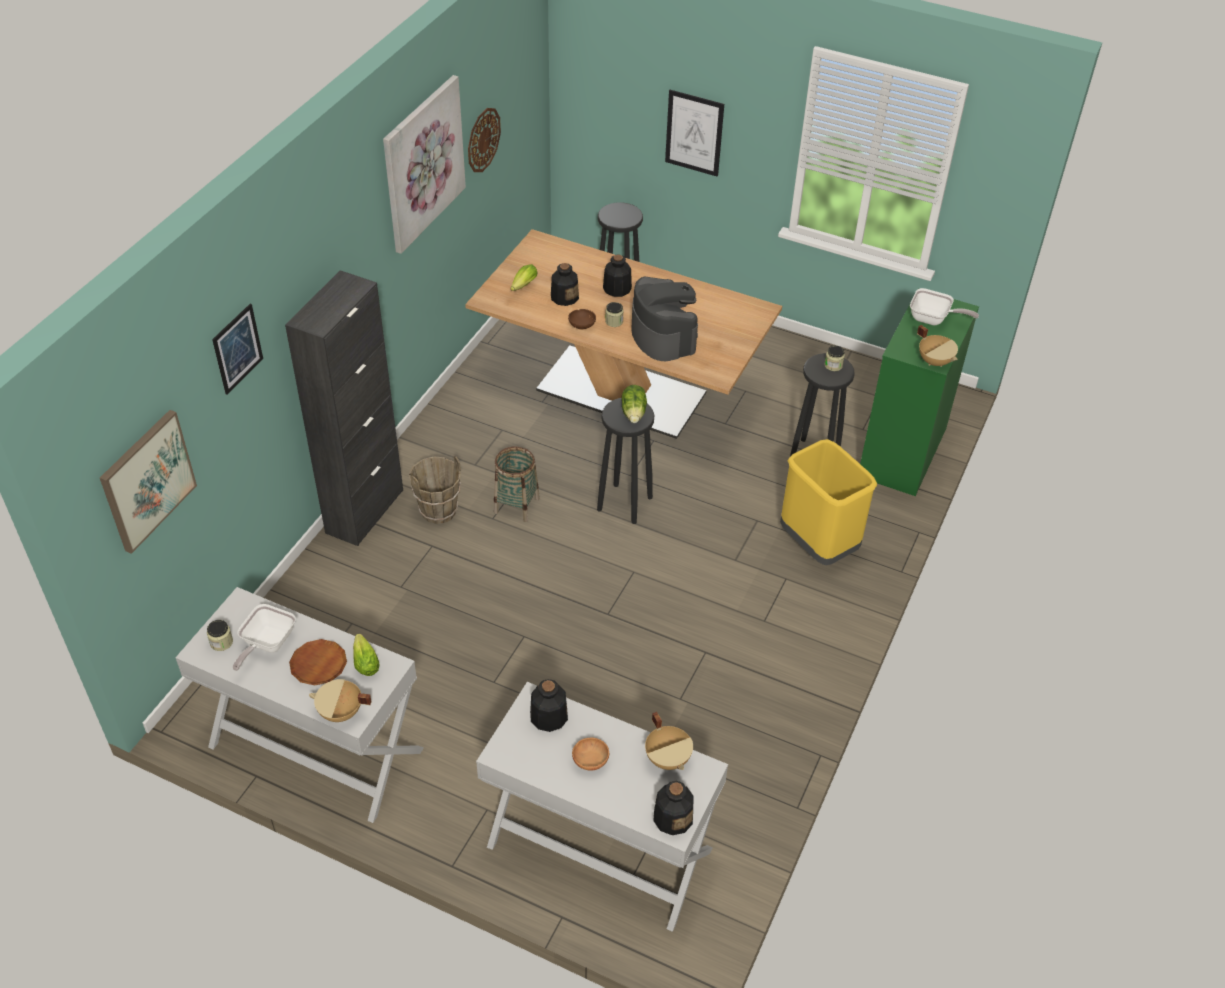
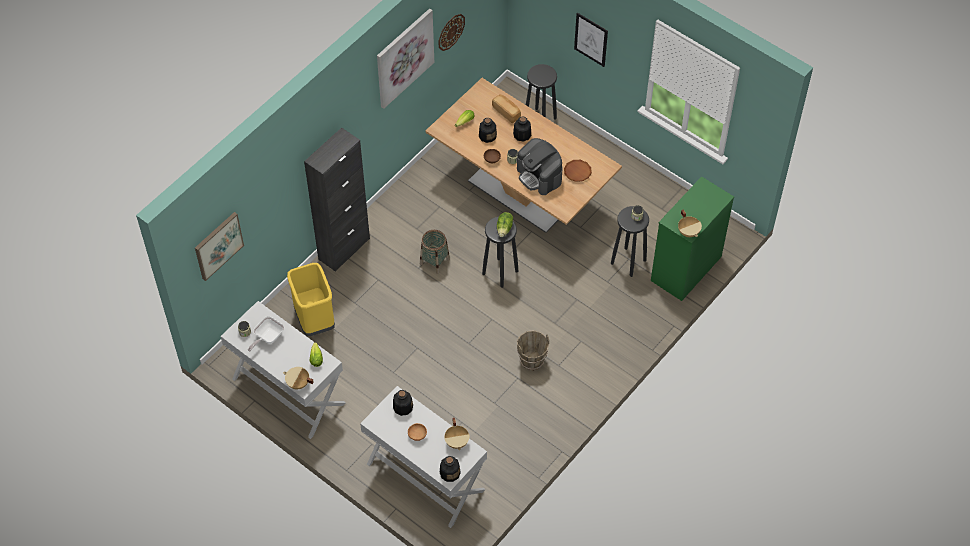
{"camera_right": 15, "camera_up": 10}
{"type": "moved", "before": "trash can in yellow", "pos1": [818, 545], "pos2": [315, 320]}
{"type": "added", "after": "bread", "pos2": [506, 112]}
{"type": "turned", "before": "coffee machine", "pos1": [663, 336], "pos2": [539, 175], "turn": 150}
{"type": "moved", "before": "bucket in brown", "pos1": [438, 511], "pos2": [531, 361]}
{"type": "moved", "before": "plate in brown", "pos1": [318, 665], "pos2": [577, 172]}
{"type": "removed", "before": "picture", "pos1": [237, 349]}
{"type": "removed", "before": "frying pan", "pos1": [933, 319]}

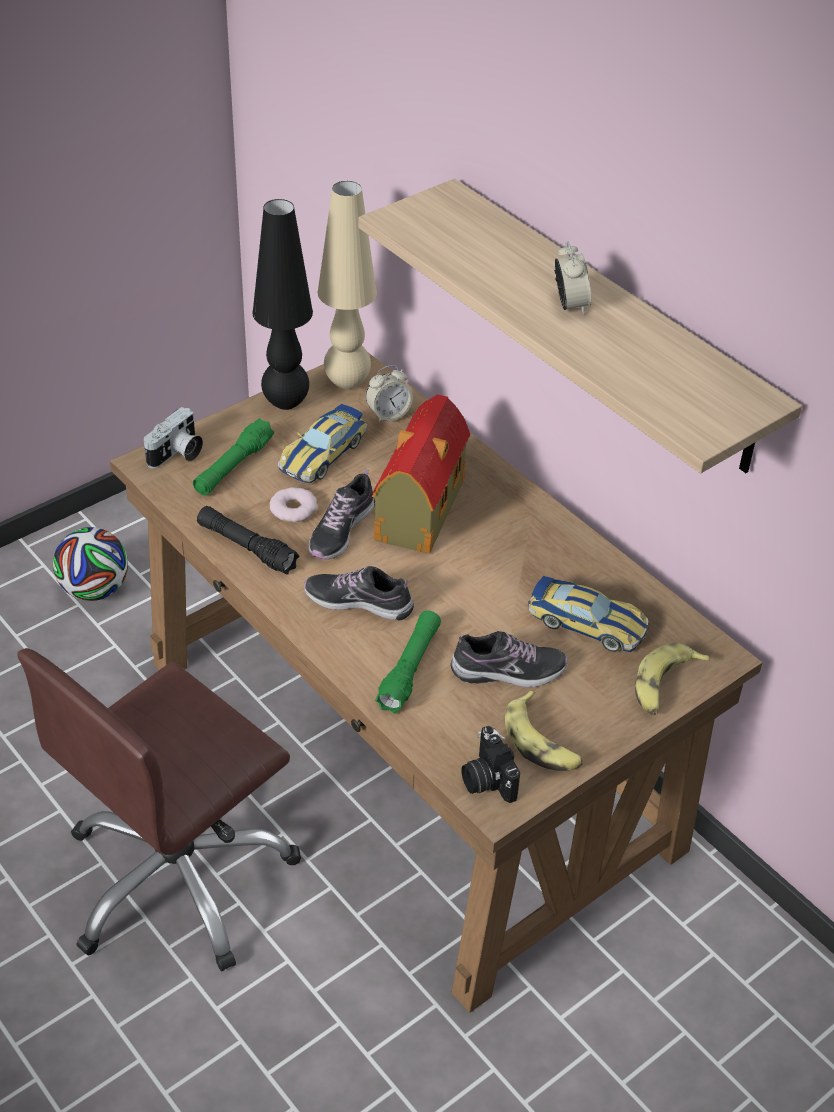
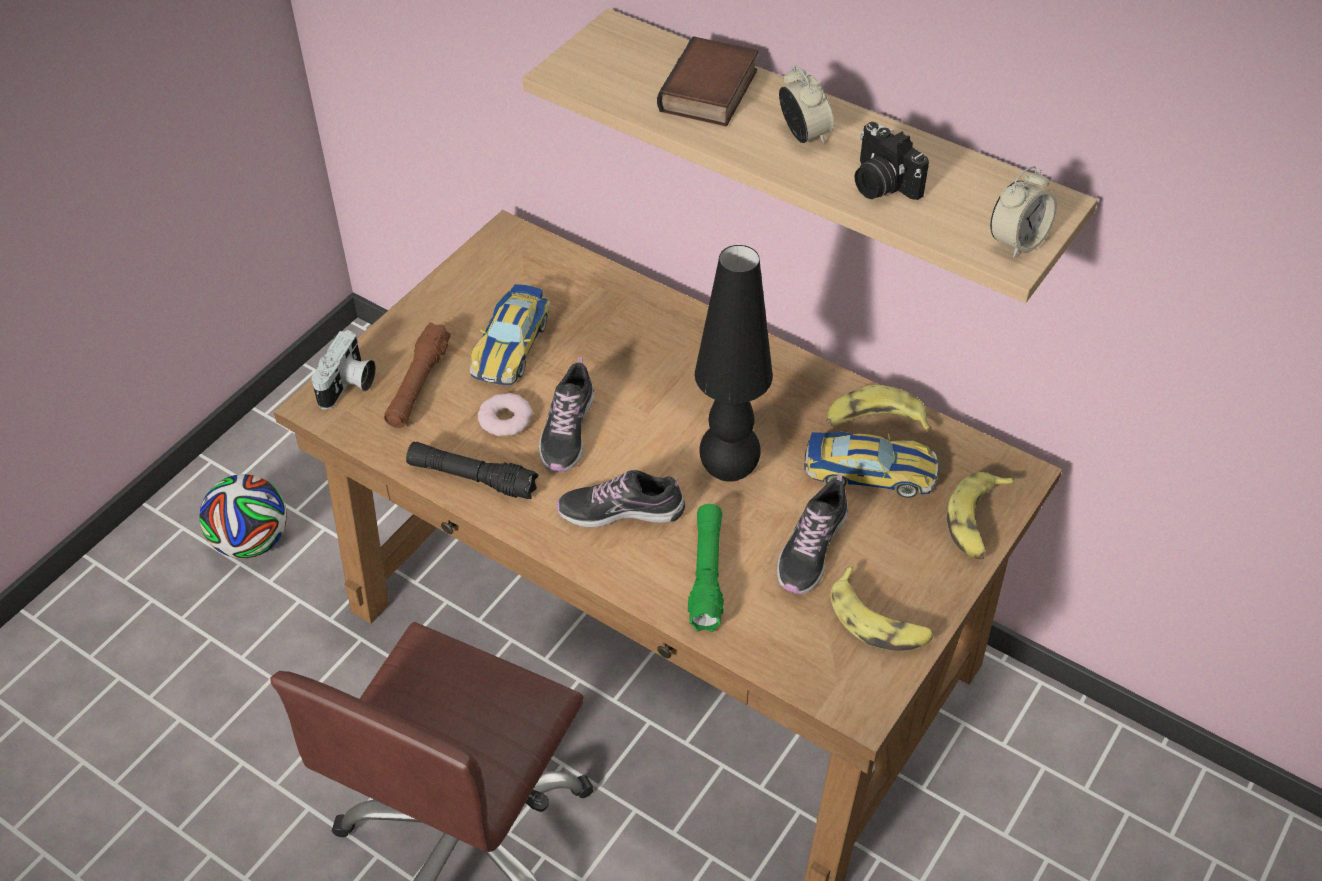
{"camera_right": -15, "camera_up": 5}
{"type": "recoloured", "before": "flashlight in green", "after": "flashlight in brown", "pos1": [233, 467], "pos2": [418, 385]}
{"type": "added", "after": "book", "pos2": [711, 92]}
{"type": "moved", "before": "table lamp in black", "pos1": [286, 403], "pos2": [729, 471]}
{"type": "turned", "before": "shoe", "pos1": [508, 671], "pos2": [811, 549], "turn": 135}
{"type": "added", "after": "banana", "pos2": [874, 421]}
{"type": "moved", "before": "photo camera", "pos1": [486, 779], "pos2": [881, 184]}
{"type": "moved", "before": "alarm clock", "pos1": [388, 414], "pos2": [1017, 241]}
{"type": "removed", "before": "table lamp in beige", "pos1": [347, 382]}
{"type": "removed", "before": "toy house", "pos1": [418, 512]}

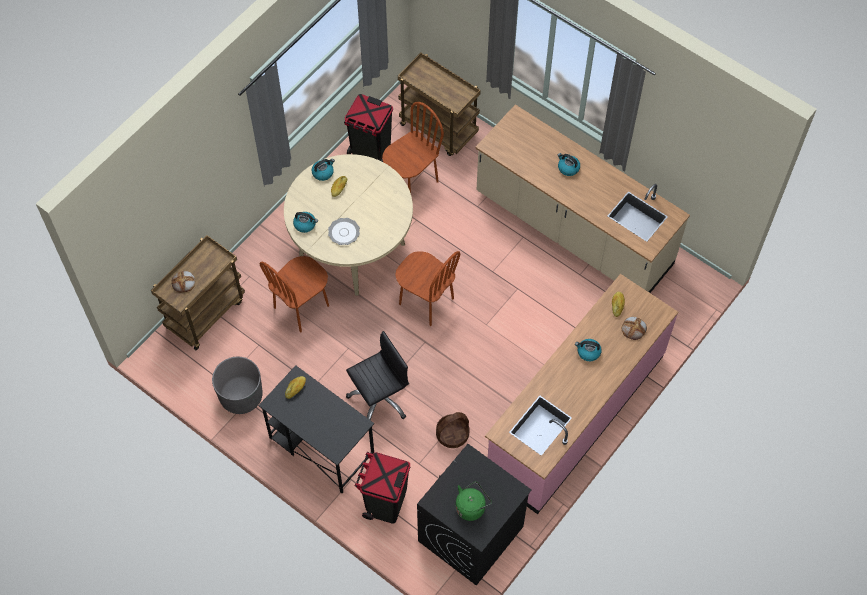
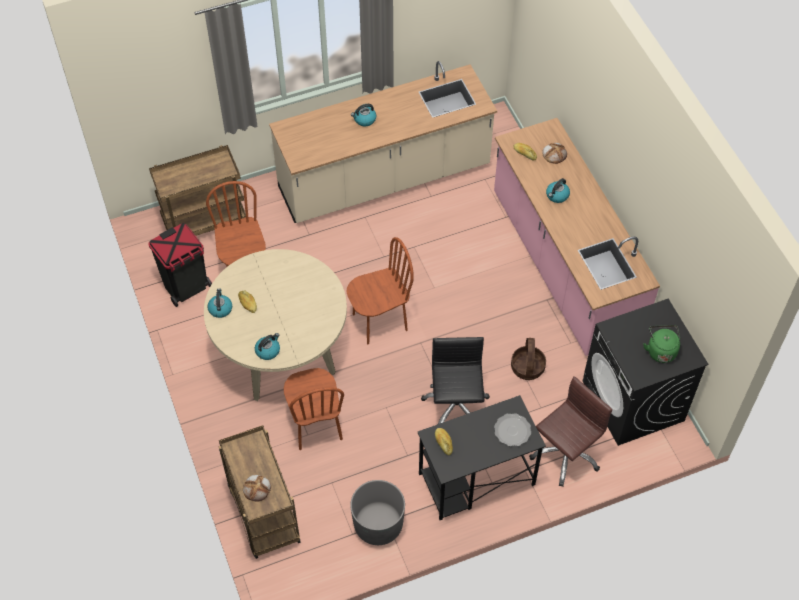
{"camera_right": -60, "camera_up": -5}
{"type": "moved", "before": "plate", "pos1": [343, 232], "pos2": [512, 431]}
{"type": "replaced", "before": "trash can in black", "after": "office chair in brown", "pos1": [385, 503], "pos2": [565, 453]}

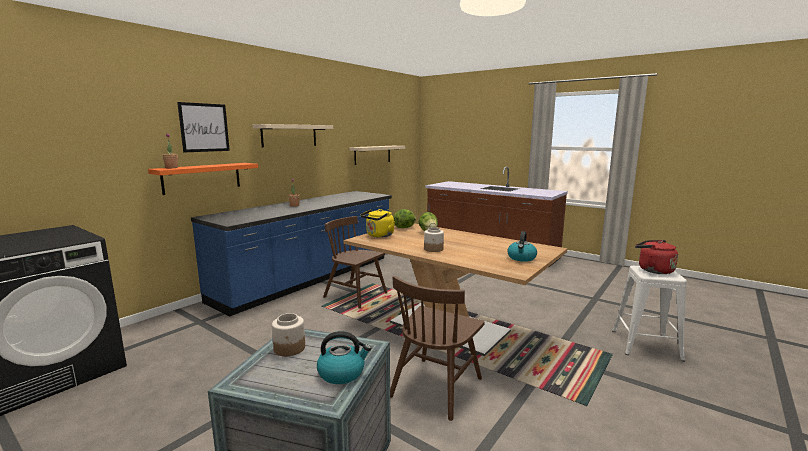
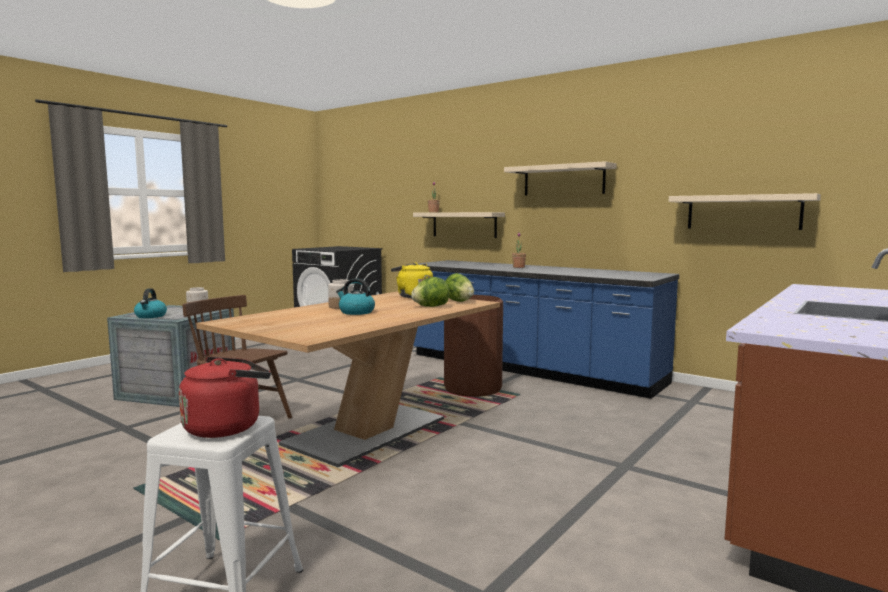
{"camera_right": 90, "camera_up": -5}
{"type": "moved", "before": "kettle", "pos1": [521, 258], "pos2": [356, 312]}
{"type": "recoloured", "before": "shelf in orange", "after": "shelf in beige", "pos1": [202, 178], "pos2": [464, 224]}
{"type": "replaced", "before": "chair in brown", "after": "trash can in brown", "pos1": [355, 295], "pos2": [473, 389]}
{"type": "removed", "before": "picture", "pos1": [204, 127]}

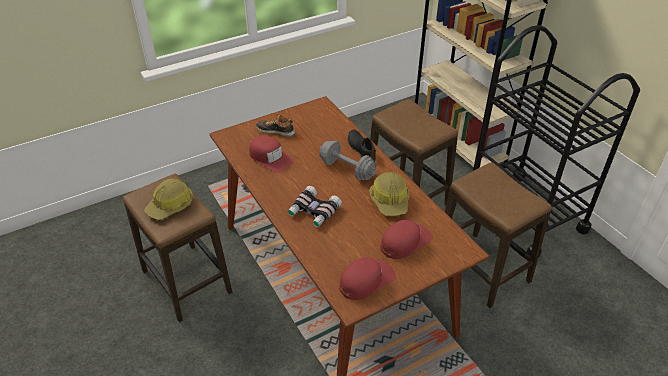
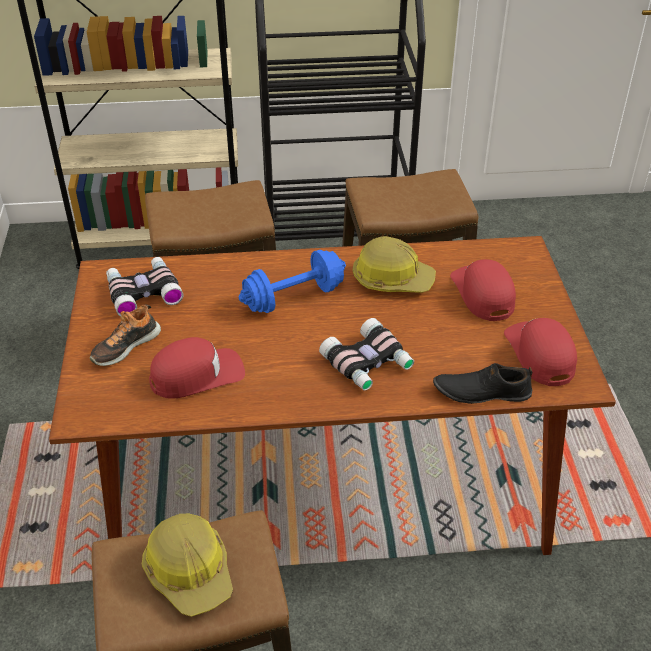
{"camera_right": -65, "camera_up": 0}
{"type": "added", "after": "binoculars", "pos2": [143, 292]}
{"type": "recoloured", "before": "dumbbell in grey", "after": "dumbbell in blue", "pos1": [347, 169], "pos2": [293, 297]}
{"type": "moved", "before": "shoe in black", "pos1": [361, 149], "pos2": [481, 392]}

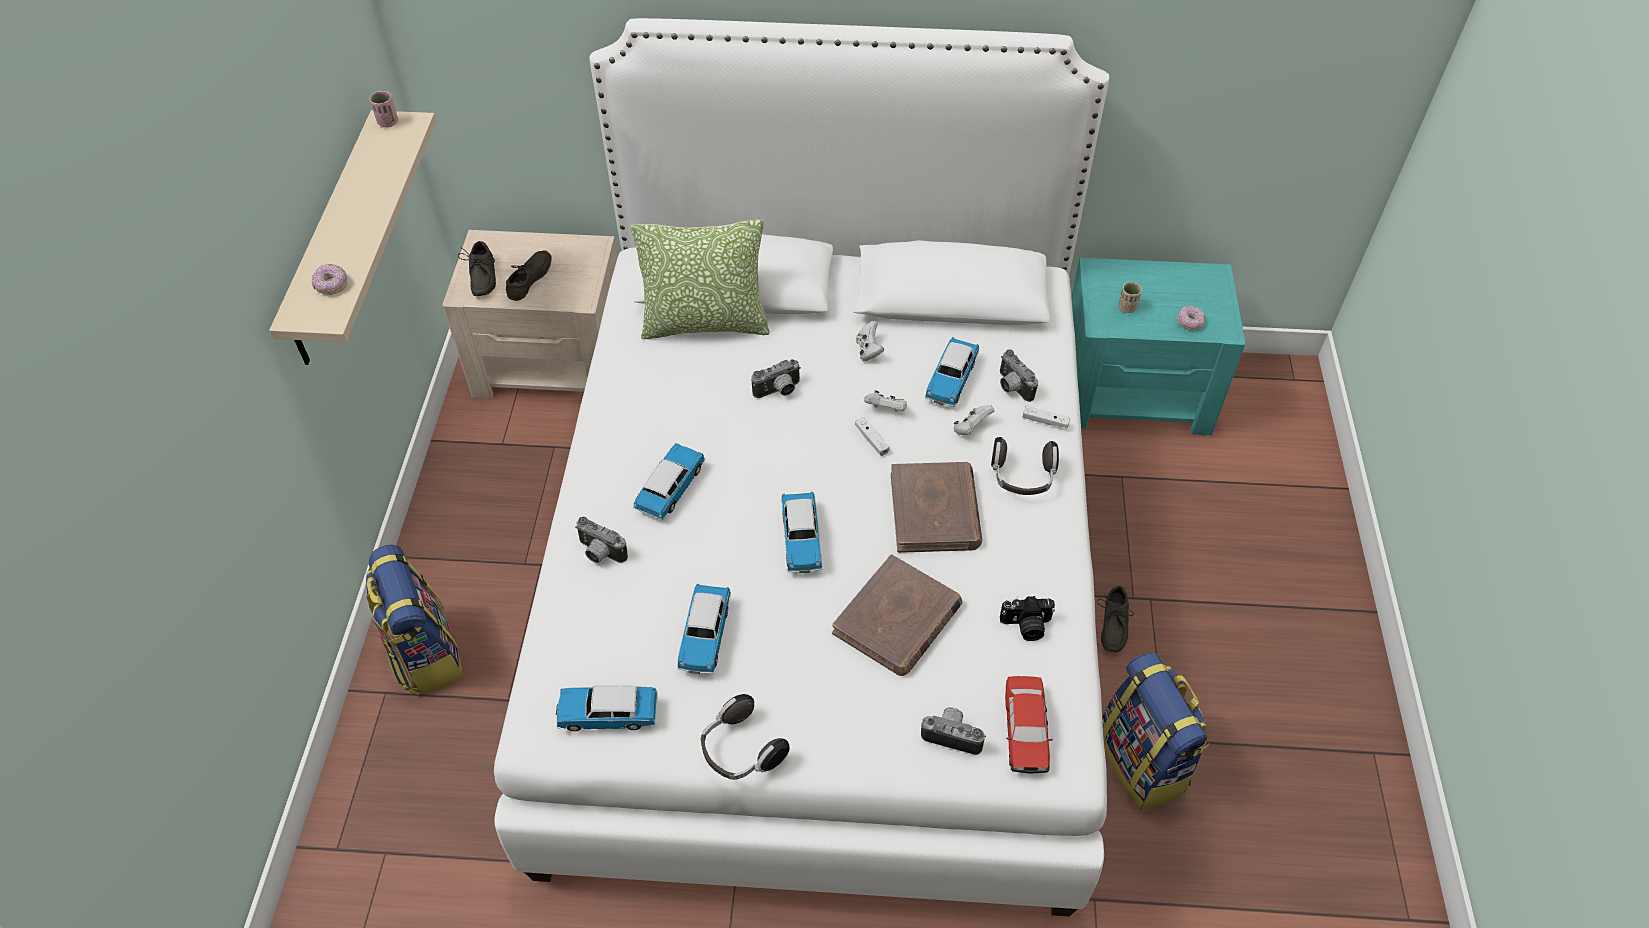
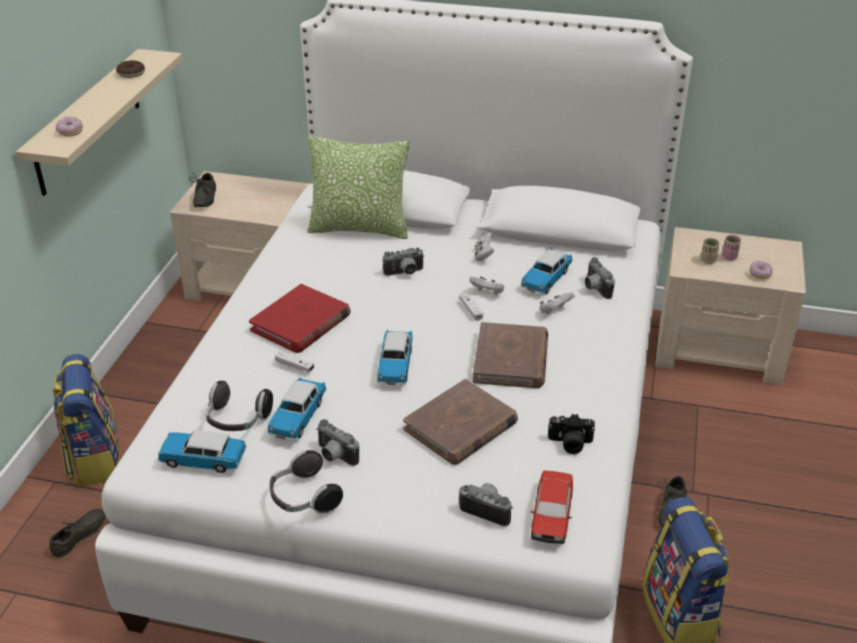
{"camera_right": 10, "camera_up": -15}
{"type": "moved", "before": "shoe in grey", "pos1": [532, 280], "pos2": [81, 537]}
{"type": "added", "after": "donut", "pos2": [131, 74]}
{"type": "moved", "before": "headphones", "pos1": [1022, 478], "pos2": [237, 420]}
{"type": "replaced", "before": "toy car", "after": "book in red", "pos1": [671, 488], "pos2": [301, 323]}
{"type": "moved", "before": "game controller in white", "pos1": [1045, 421], "pos2": [295, 366]}
{"type": "moved", "before": "photo camera", "pos1": [599, 553], "pos2": [334, 456]}
{"type": "recoloured", "before": "nightstand in turquoise", "after": "nightstand in beige", "pos1": [1135, 391], "pos2": [720, 348]}
{"type": "moved", "before": "cup in pink", "pos1": [388, 122], "pos2": [729, 257]}

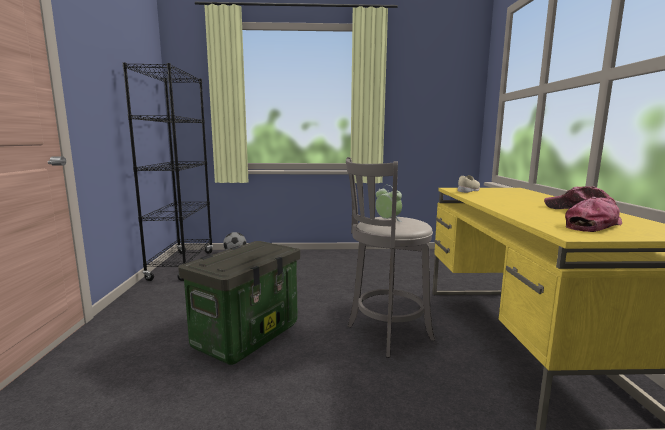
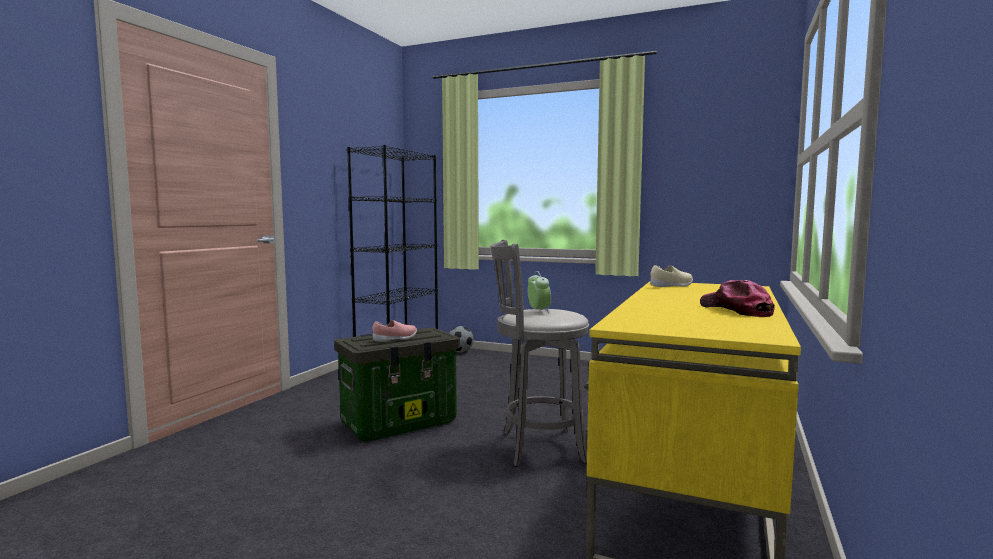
{"camera_right": 25, "camera_up": -5}
{"type": "added", "after": "shoe in pink", "pos2": [395, 339]}
{"type": "removed", "before": "cap", "pos1": [593, 225]}

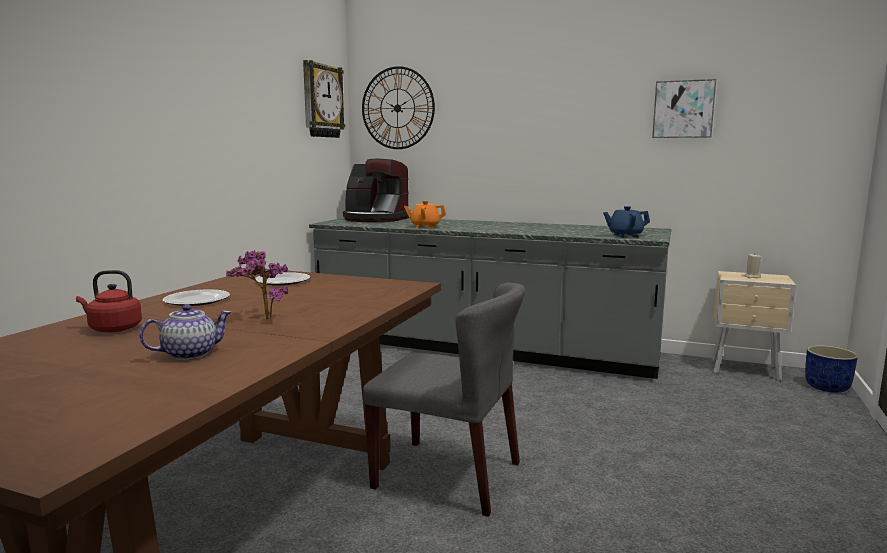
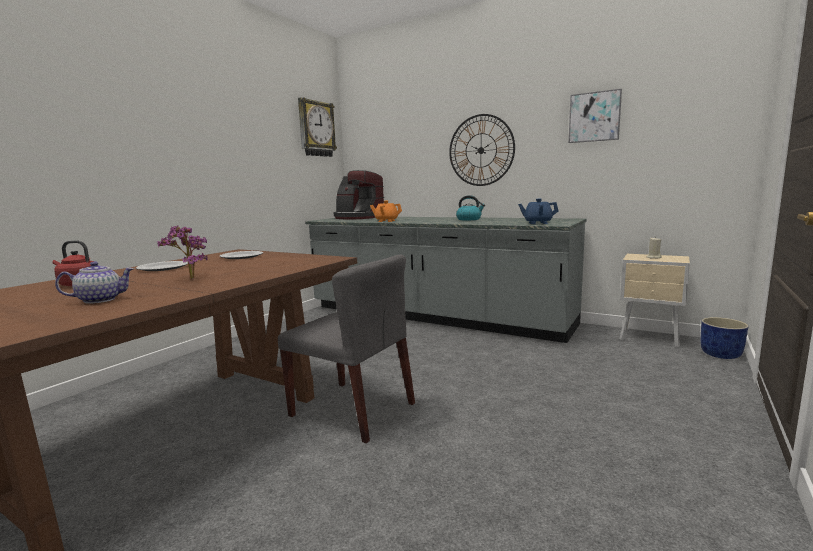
{"camera_right": 10, "camera_up": 0}
{"type": "moved", "before": "wall clock", "pos1": [397, 108], "pos2": [481, 150]}
{"type": "added", "after": "kettle", "pos2": [469, 219]}

